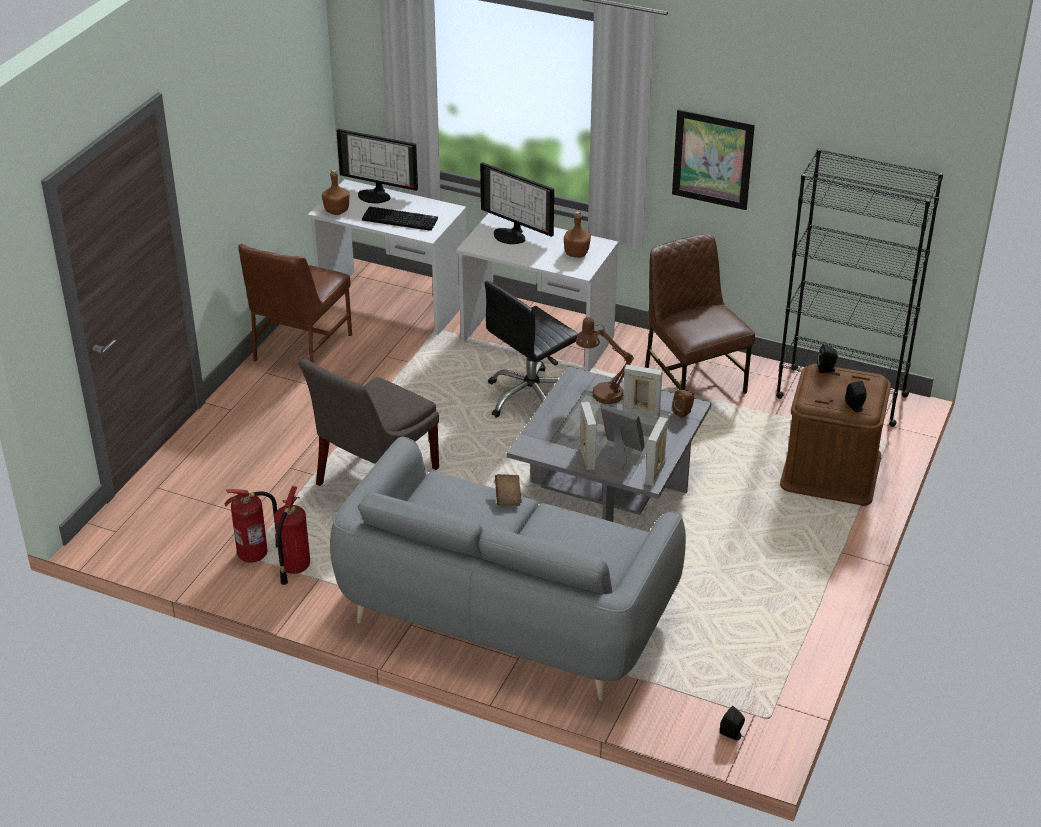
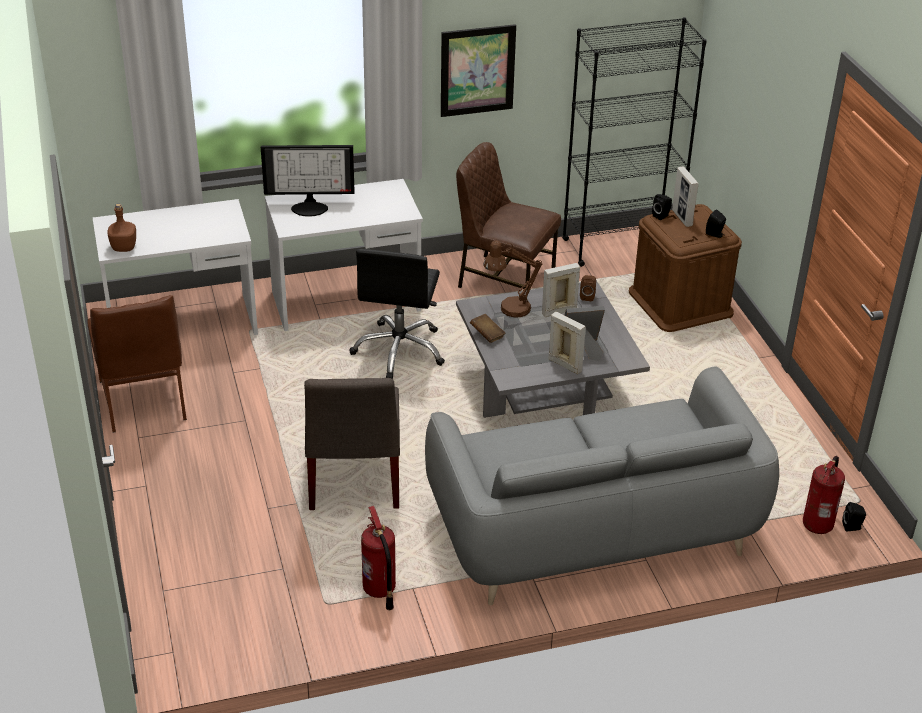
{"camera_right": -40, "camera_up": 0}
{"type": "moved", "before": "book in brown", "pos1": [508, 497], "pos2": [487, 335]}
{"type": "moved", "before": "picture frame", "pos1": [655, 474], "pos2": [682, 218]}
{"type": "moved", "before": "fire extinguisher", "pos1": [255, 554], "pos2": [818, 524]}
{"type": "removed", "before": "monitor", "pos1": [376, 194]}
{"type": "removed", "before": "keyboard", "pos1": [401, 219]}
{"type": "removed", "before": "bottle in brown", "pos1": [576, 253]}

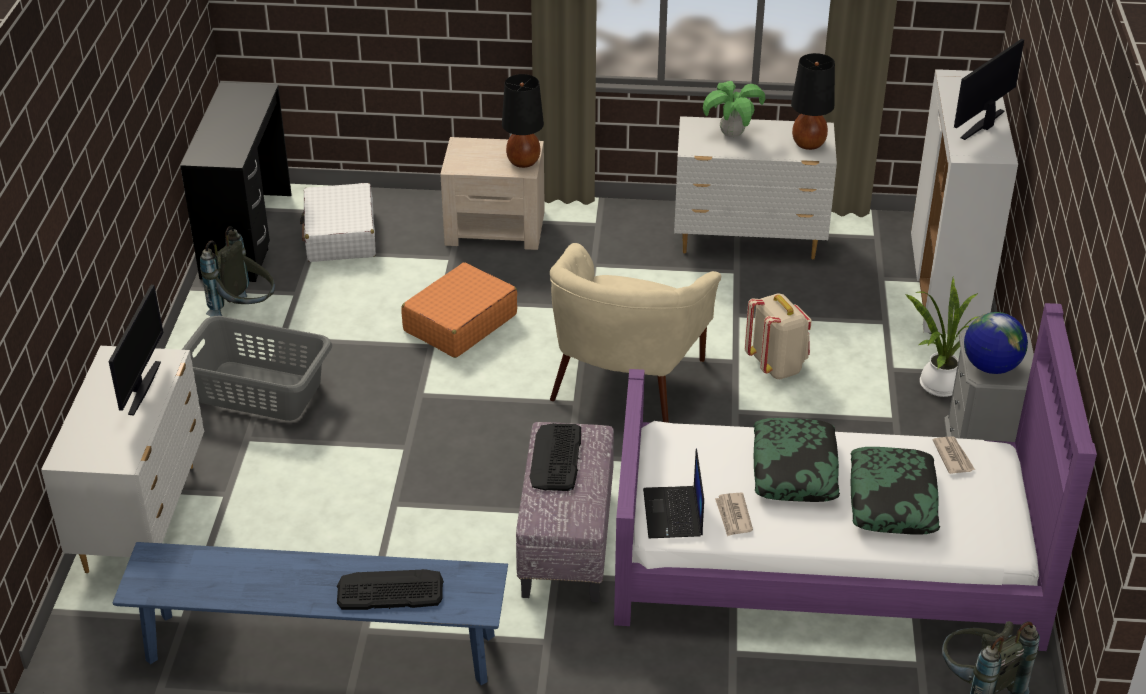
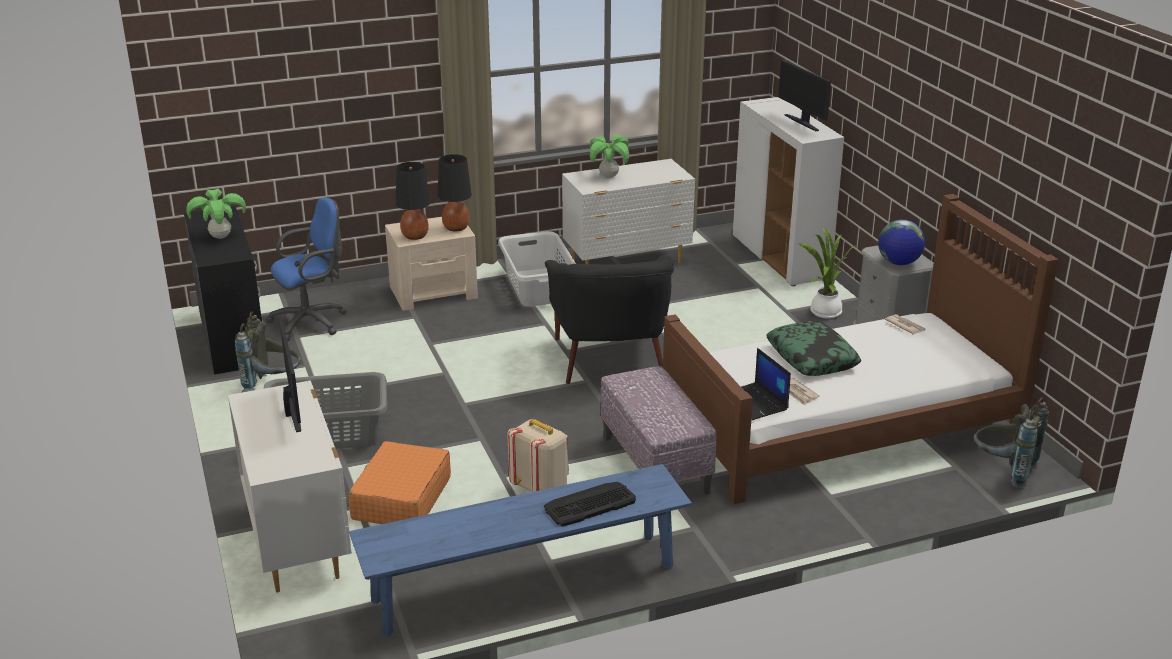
{"camera_right": -25, "camera_up": -10}
{"type": "added", "after": "potted plant", "pos2": [221, 237]}
{"type": "replaced", "before": "suitcase in white", "after": "office chair in blue", "pos1": [340, 235], "pos2": [312, 322]}
{"type": "moved", "before": "suitcase in orange", "pos1": [460, 323], "pos2": [401, 498]}
{"type": "moved", "before": "table lamp in black", "pos1": [808, 144], "pos2": [415, 236]}
{"type": "added", "after": "laundry basket in grey", "pos2": [538, 287]}
{"type": "moved", "before": "backpack in beige", "pos1": [776, 366], "pos2": [541, 489]}
{"type": "recoloured", "before": "armchair in beige", "after": "armchair in black", "pos1": [625, 380], "pos2": [611, 359]}
{"type": "recoloured", "before": "bed in purple", "after": "bed in brown", "pos1": [826, 557], "pos2": [841, 424]}
{"type": "turned", "before": "monitor", "pos1": [984, 125], "pos2": [802, 122], "turn": -45}
{"type": "removed", "before": "keyboard", "pos1": [556, 458]}
{"type": "removed", "before": "pillow", "pos1": [892, 500]}

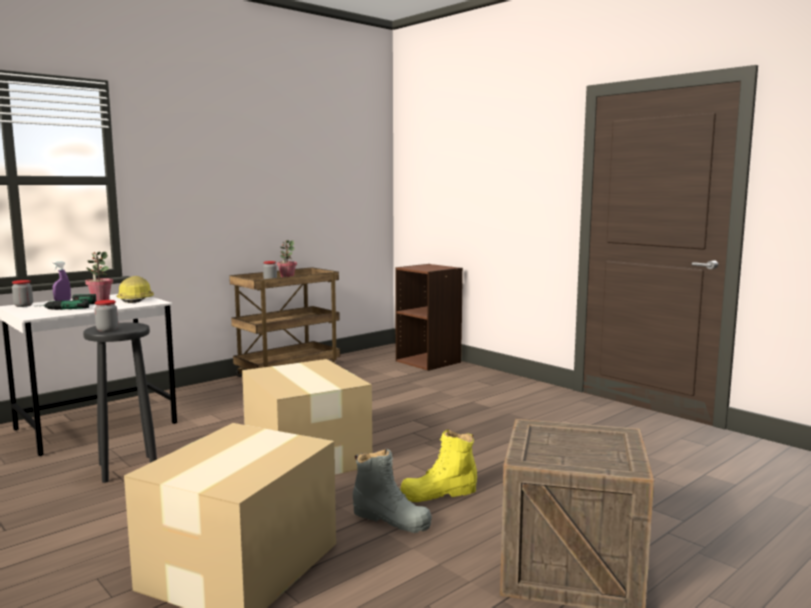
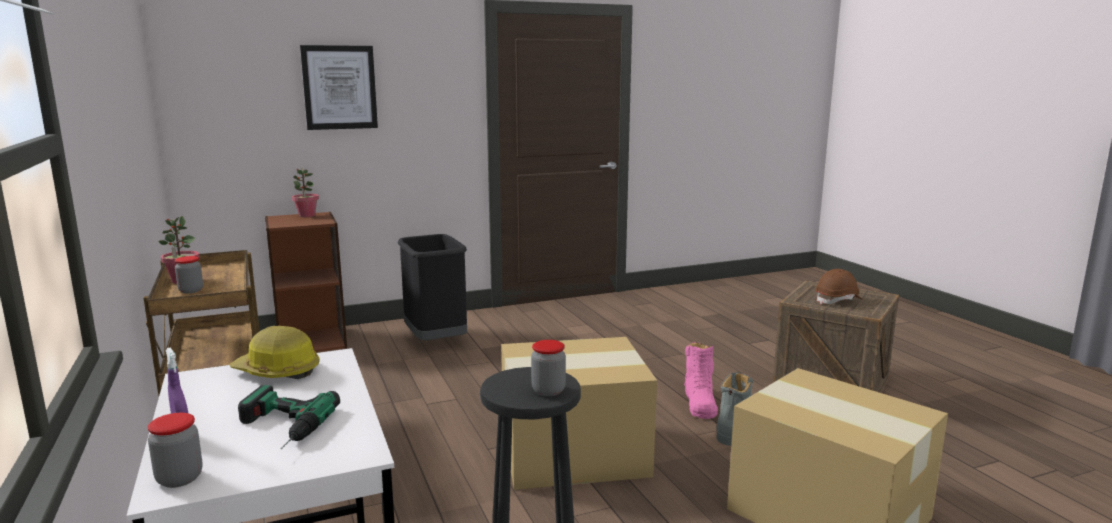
{"camera_right": -70, "camera_up": 5}
{"type": "moved", "before": "potted plant", "pos1": [100, 300], "pos2": [307, 215]}
{"type": "added", "after": "picture", "pos2": [339, 87]}
{"type": "added", "after": "trash can in black", "pos2": [435, 341]}
{"type": "recoloured", "before": "boot in yellow", "after": "boot in pink", "pos1": [439, 493], "pos2": [699, 403]}
{"type": "added", "after": "hard hat in brown", "pos2": [838, 300]}

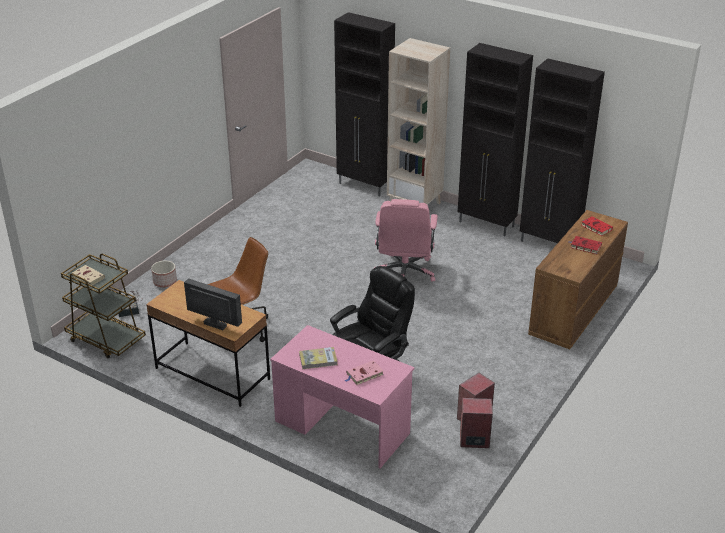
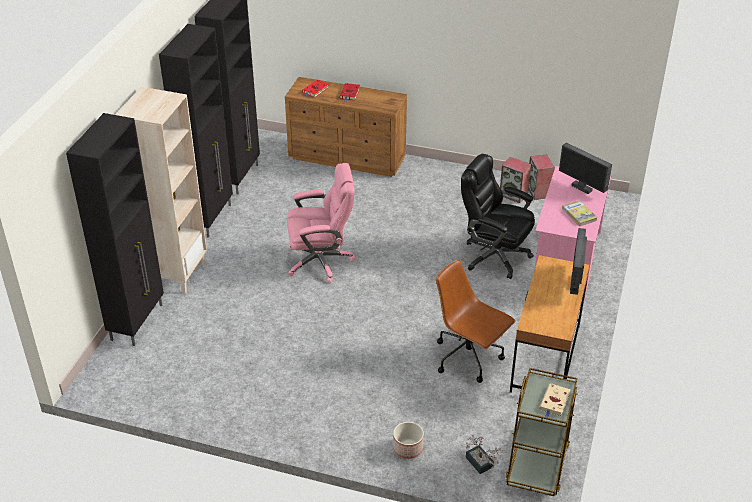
{"camera_right": -105, "camera_up": 5}
{"type": "replaced", "before": "book in pink", "after": "monitor", "pos1": [364, 375], "pos2": [582, 188]}

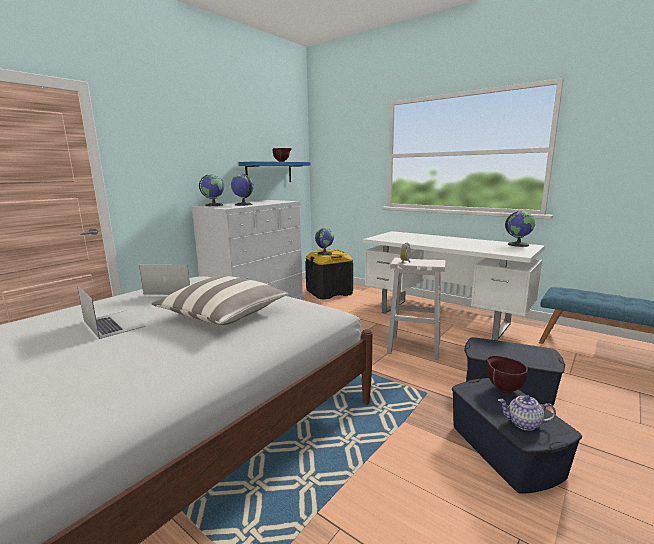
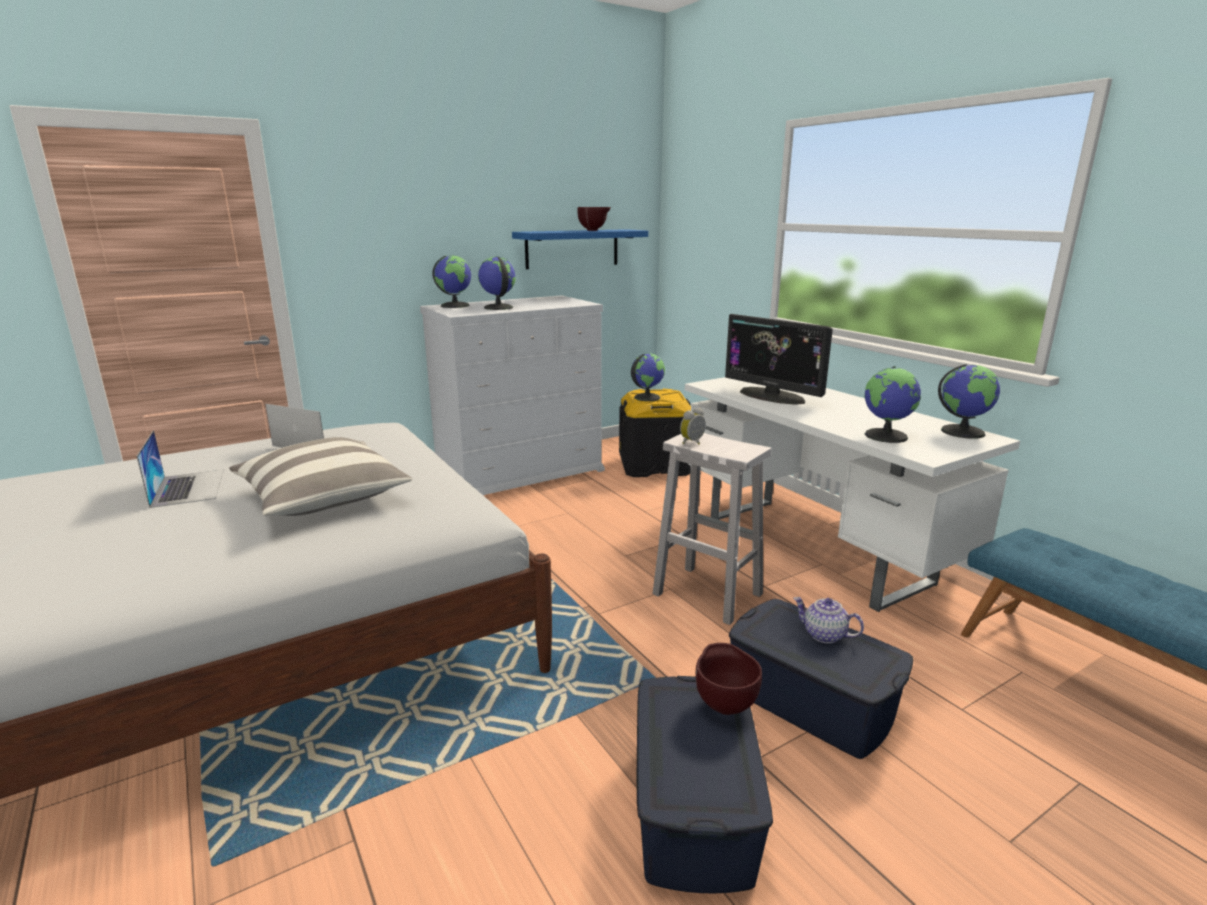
{"camera_right": 20, "camera_up": 5}
{"type": "added", "after": "monitor", "pos2": [772, 396]}
{"type": "moved", "before": "teapot", "pos1": [523, 423], "pos2": [824, 635]}
{"type": "added", "after": "globe", "pos2": [886, 436]}

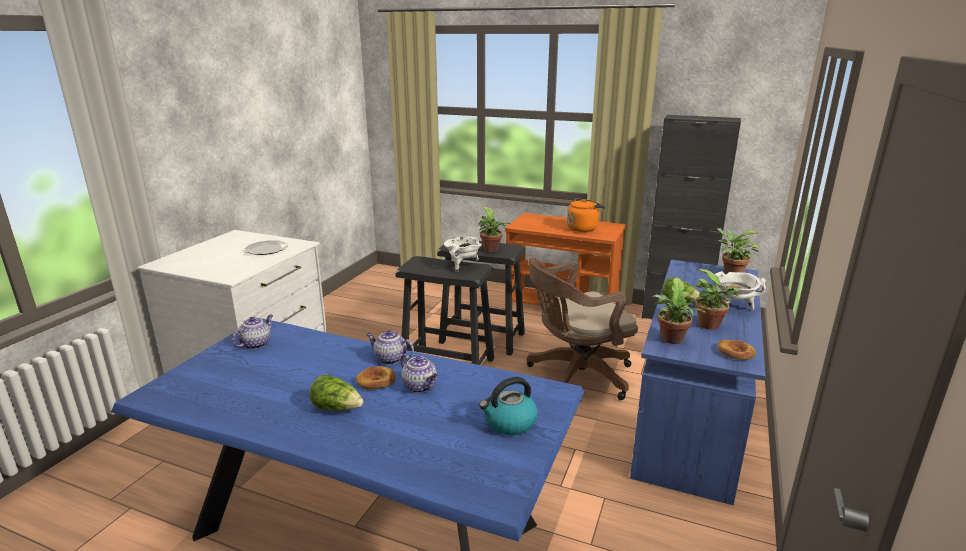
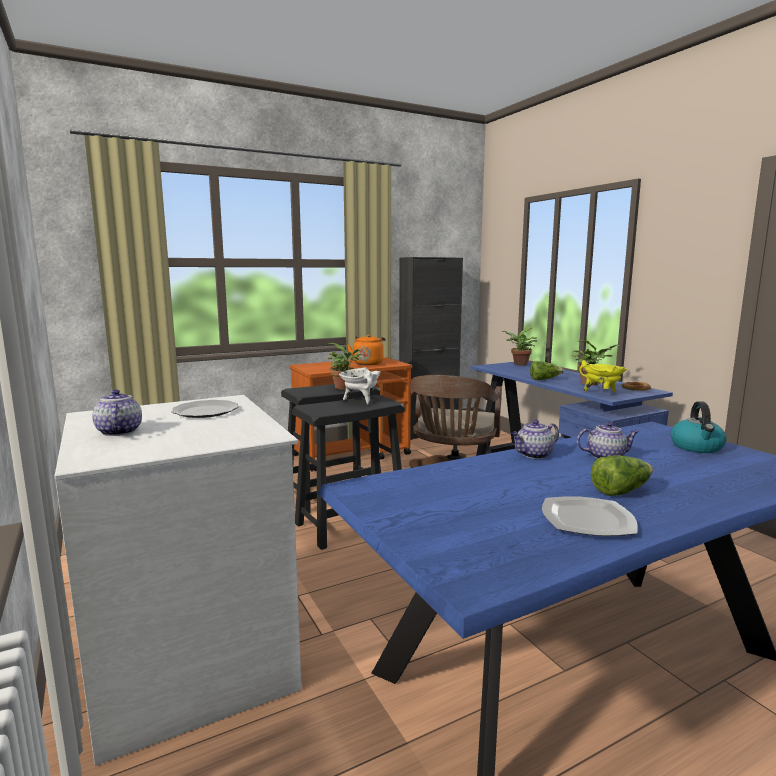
{"camera_right": -50, "camera_up": -10}
{"type": "moved", "before": "teapot", "pos1": [256, 344], "pos2": [118, 431]}
{"type": "added", "after": "plate", "pos2": [586, 519]}
{"type": "replaced", "before": "potted plant", "after": "cooking pot in yellow", "pos1": [671, 340], "pos2": [602, 393]}
{"type": "removed", "before": "bread", "pos1": [376, 381]}
{"type": "removed", "before": "cooking pot in white", "pos1": [732, 307]}

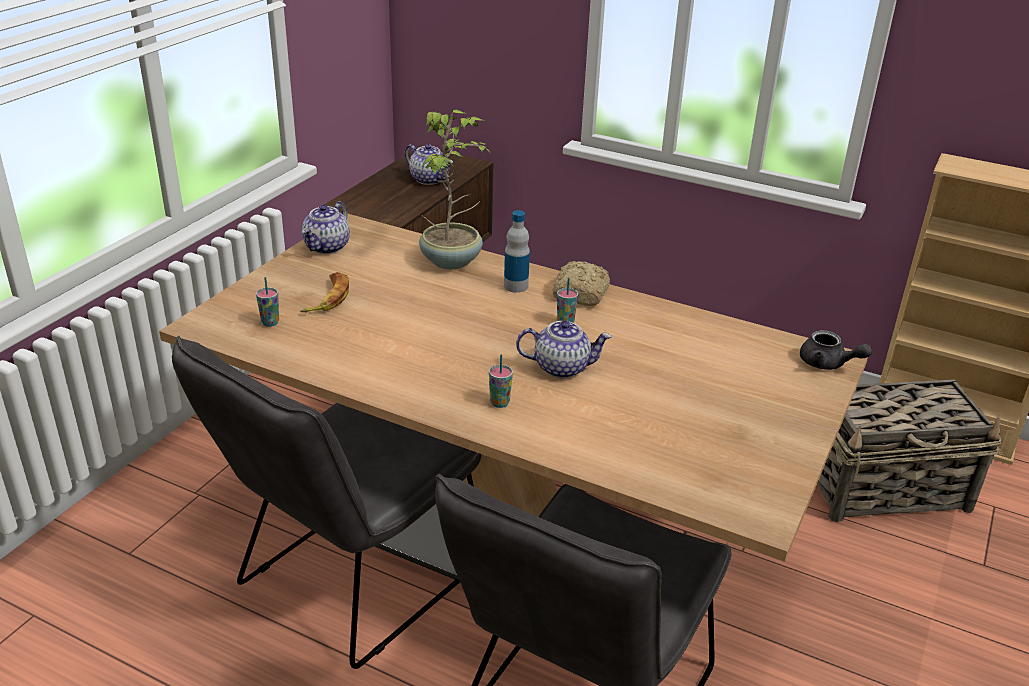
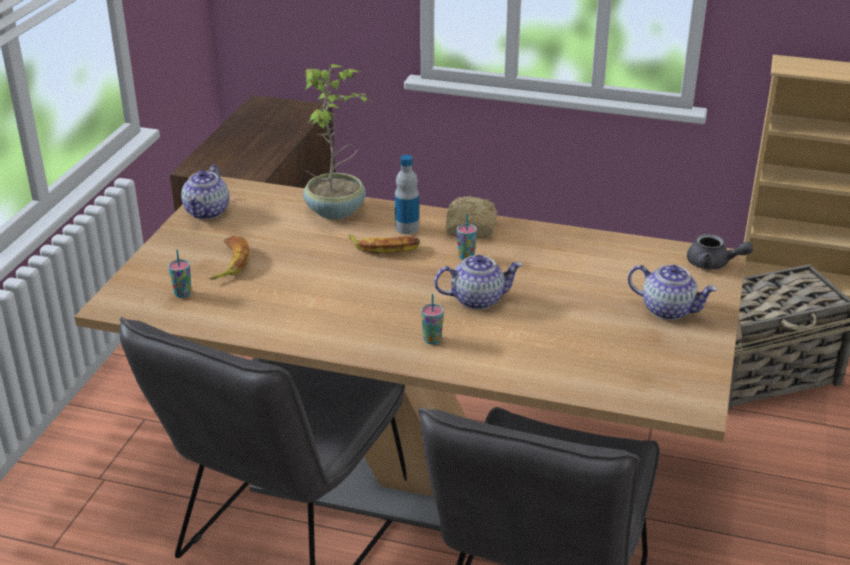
{"camera_right": -10, "camera_up": 0}
{"type": "added", "after": "banana", "pos2": [384, 247]}
{"type": "moved", "before": "teapot", "pos1": [429, 179], "pos2": [668, 310]}

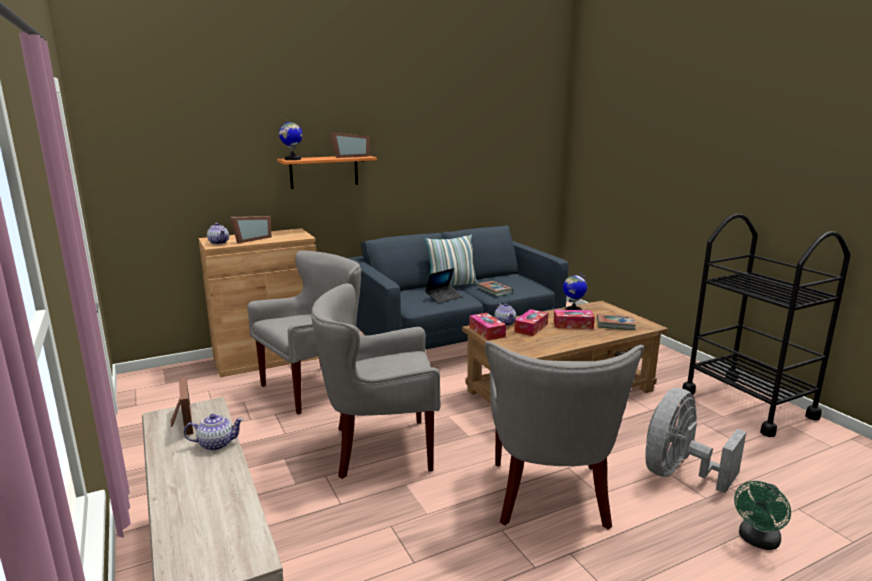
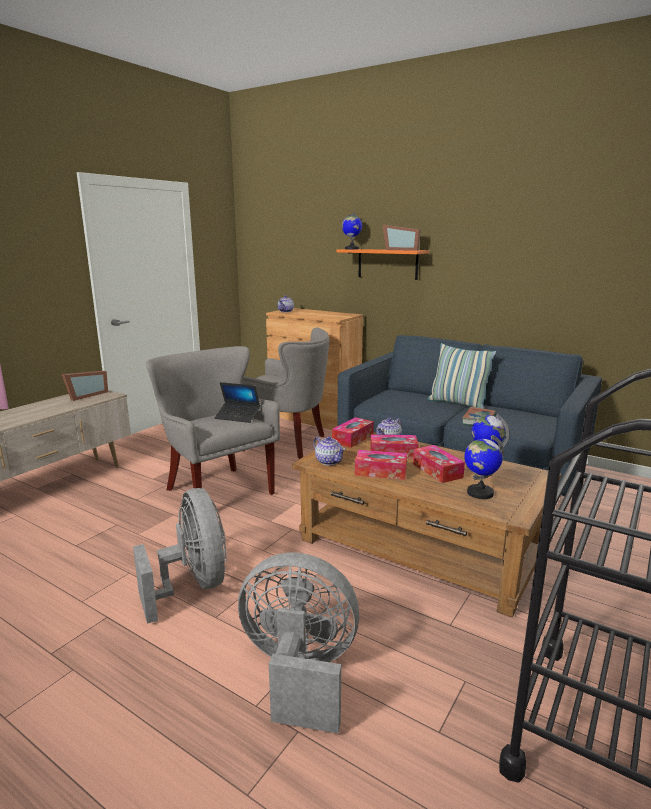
{"camera_right": 60, "camera_up": 0}
{"type": "replaced", "before": "armchair in grey", "after": "fan in grey", "pos1": [548, 496], "pos2": [193, 585]}
{"type": "moved", "before": "laptop", "pos1": [443, 297], "pos2": [237, 417]}
{"type": "moved", "before": "teapot", "pos1": [216, 444], "pos2": [329, 461]}
{"type": "added", "after": "tissue box", "pos2": [380, 472]}
{"type": "replaced", "before": "book", "after": "globe", "pos1": [615, 324], "pos2": [479, 493]}
{"type": "removed", "before": "picture frame", "pos1": [250, 239]}
{"type": "removed", "before": "fan in green", "pos1": [757, 541]}

